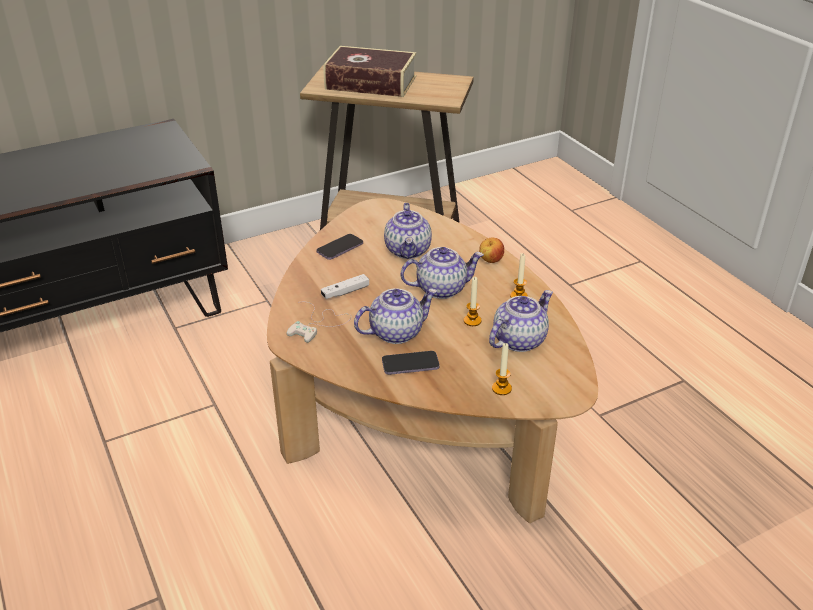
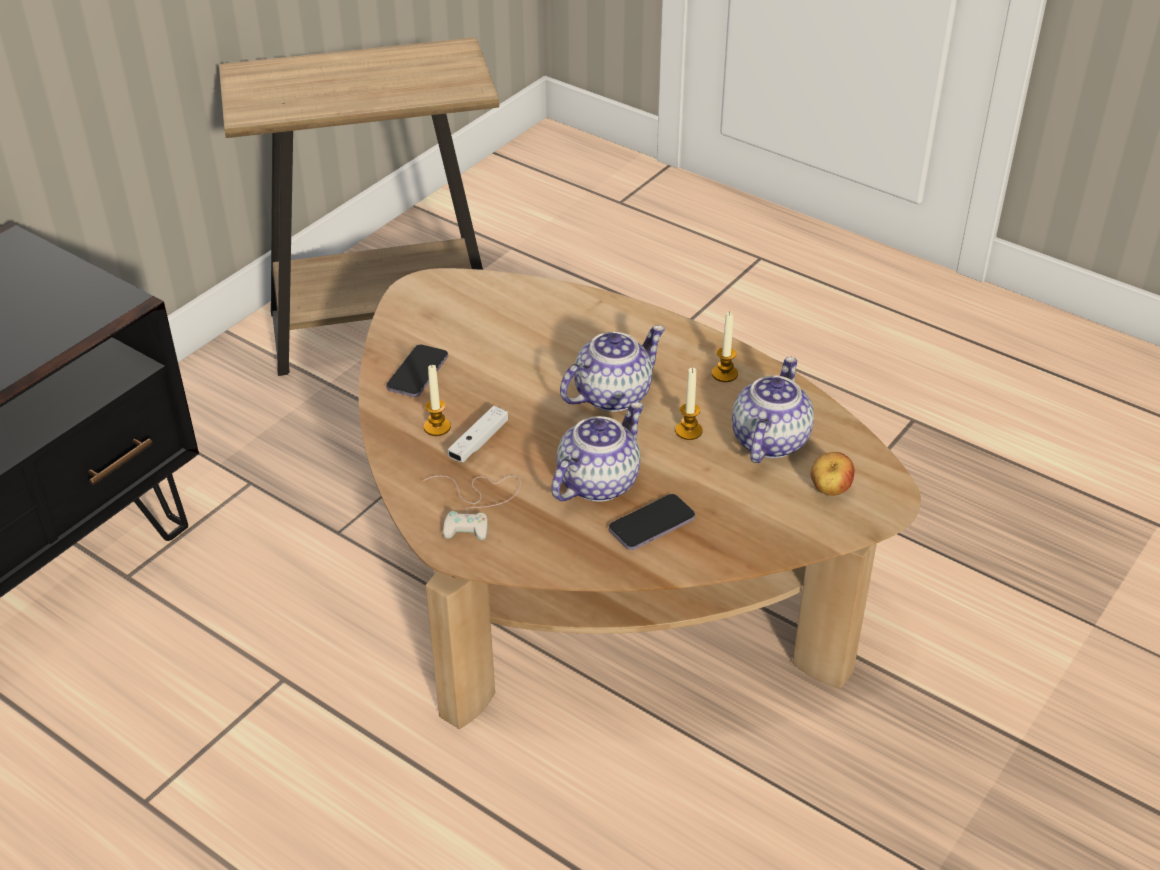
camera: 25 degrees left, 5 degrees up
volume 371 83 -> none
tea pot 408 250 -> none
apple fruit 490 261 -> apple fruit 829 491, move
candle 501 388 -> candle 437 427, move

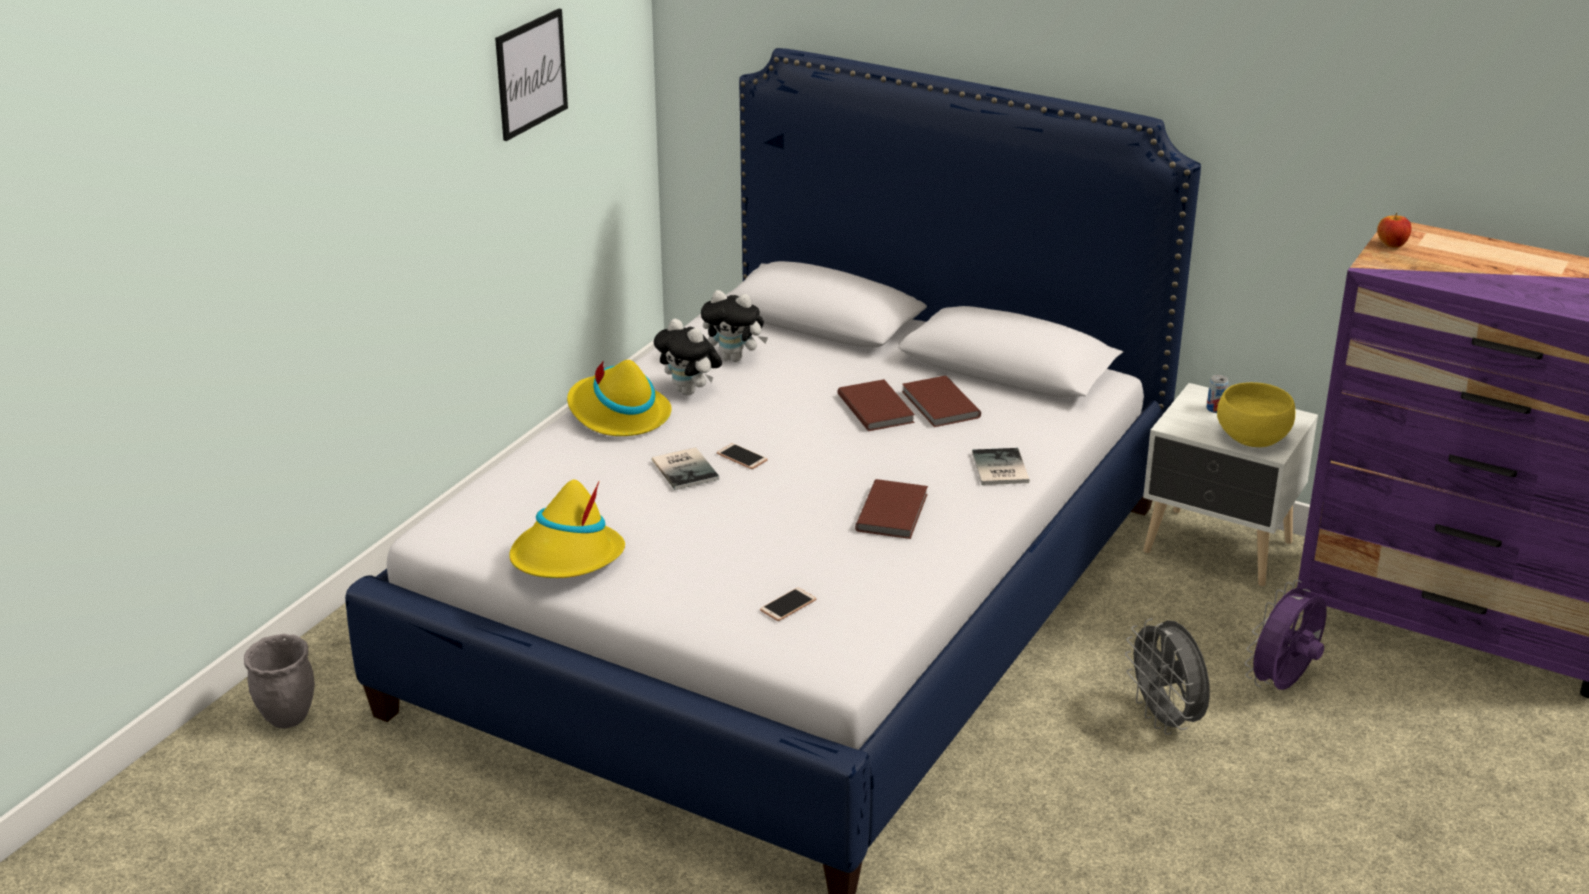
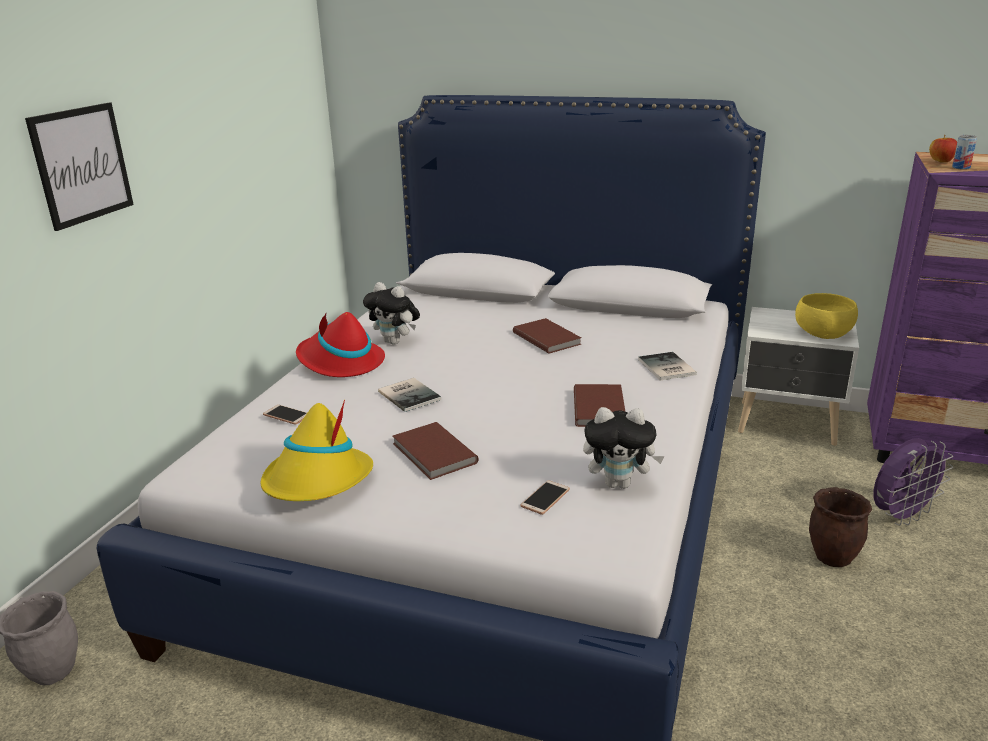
camera: 10 degrees left, 5 degrees down
picture 531 74 -> picture 82 164, move
cuddly toy 735 358 -> cuddly toy 619 483, move
wearable hat/yellow-coloured 617 414 -> wearable hat/red-coloured 340 362
volume/brown 939 405 -> volume/brown 433 454, move
metal can 1215 409 -> metal can 961 168, move
handset 742 457 -> handset 286 415, move
fan/purple-coloured 1283 685 -> fan/purple-coloured 900 516, 150 degrees counterclockwise
fan/grey 1166 720 -> flower pot/brown 833 558

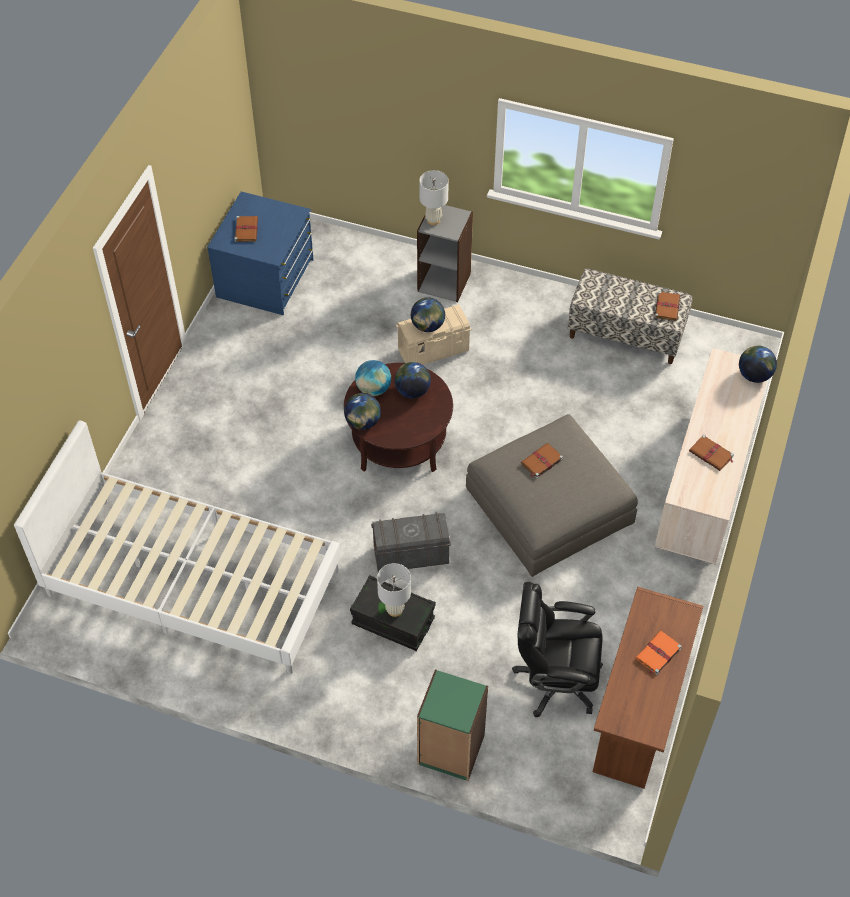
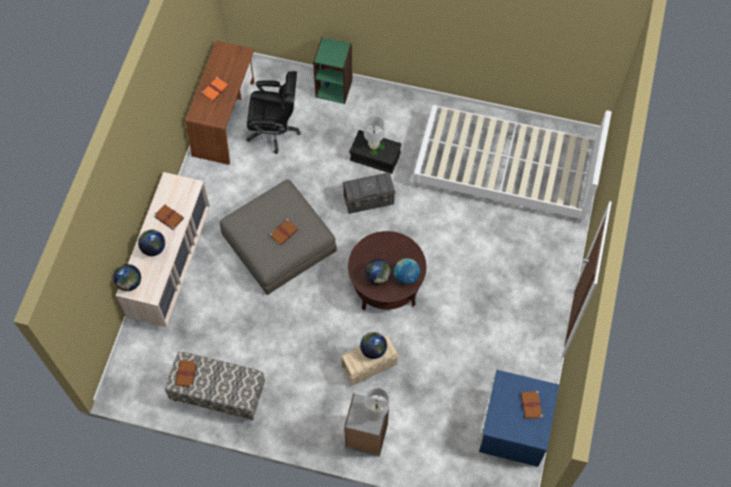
camera: 175 degrees right, 10 degrees up
globe 363 422 -> globe 154 248, move

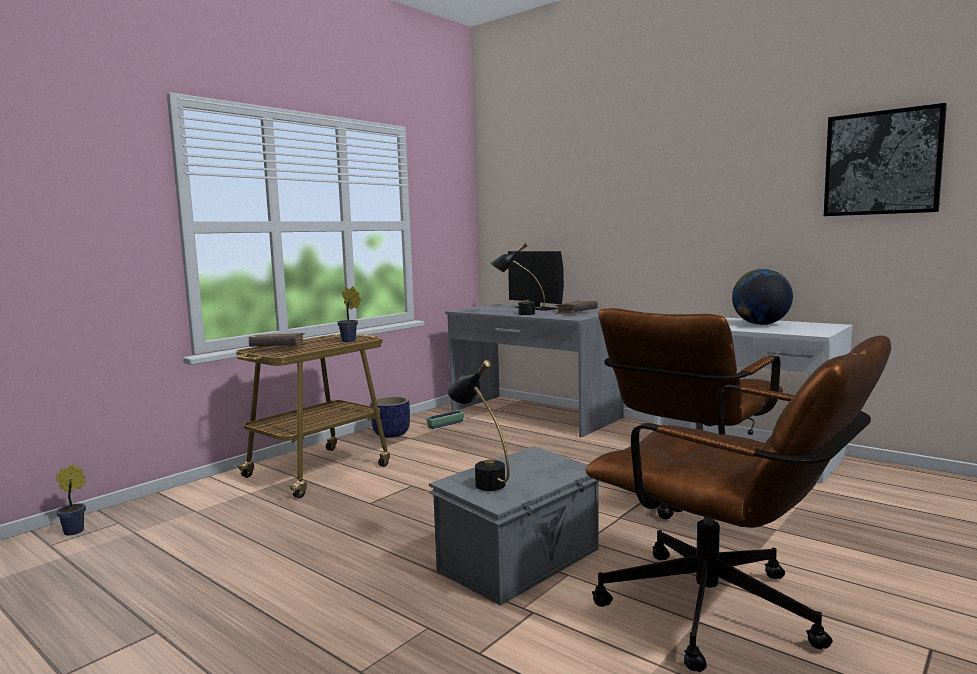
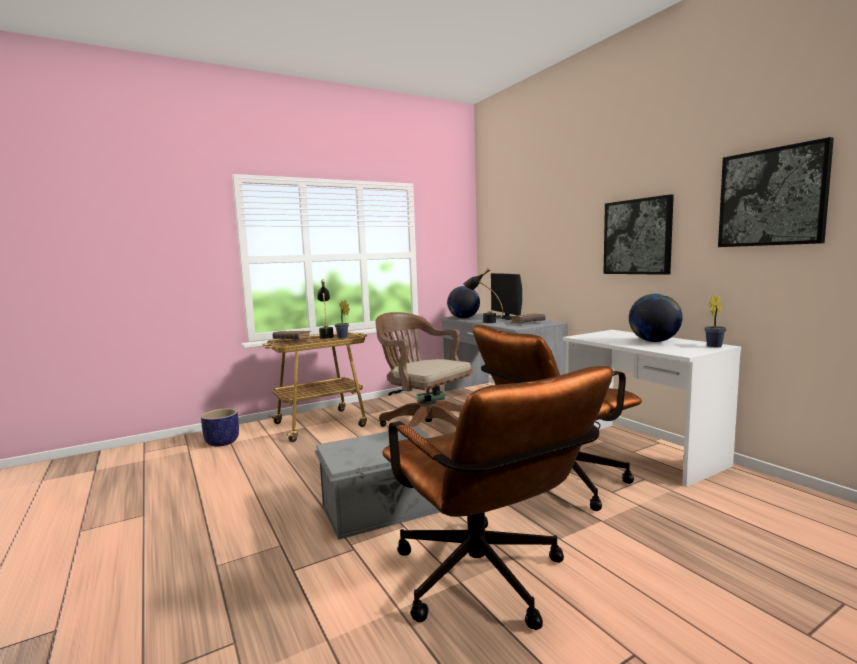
camera: 20 degrees right, 0 degrees up
lamp for a table/blackish 482 480 -> lamp for a table/blackish 326 336, move
flower pot 391 434 -> flower pot 222 442, move
plant in a pot 76 531 -> plant in a pot 715 346, move
none -> picture 637 237
none -> globe 463 318
none -> office chair/brown 424 427

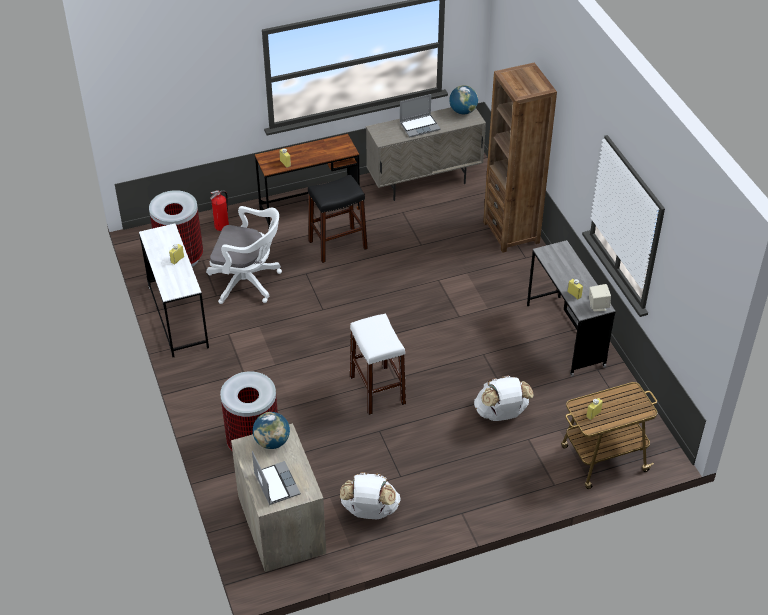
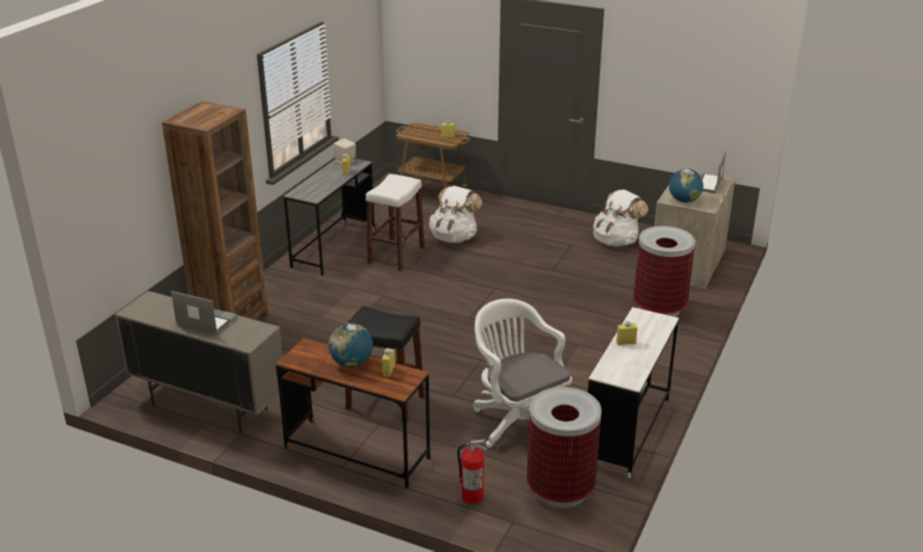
camera: 135 degrees left, 15 degrees down
globe 463 111 -> globe 352 363, move
sitting stool/whitish 377 390 -> sitting stool/whitish 396 255, move

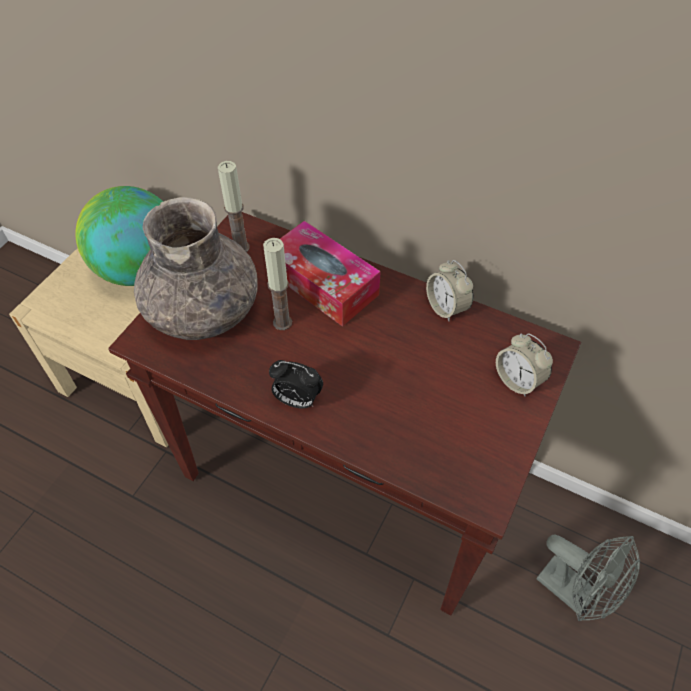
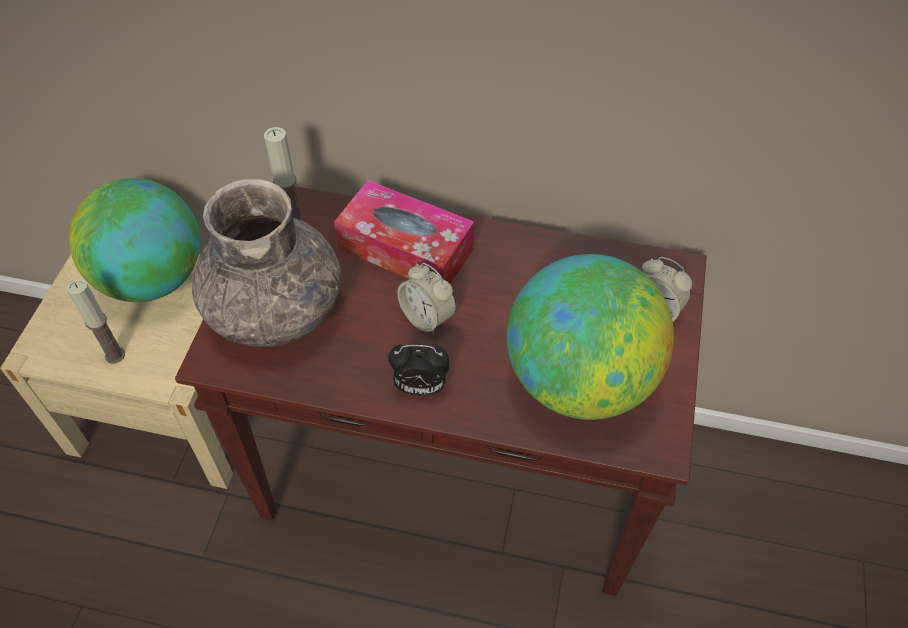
camera: 15 degrees left, 0 degrees up
candle 282 322 -> candle 115 355, move
bedside clock 446 307 -> bedside clock 427 317, move
fan/grey 574 592 -> none
none -> globe 580 379

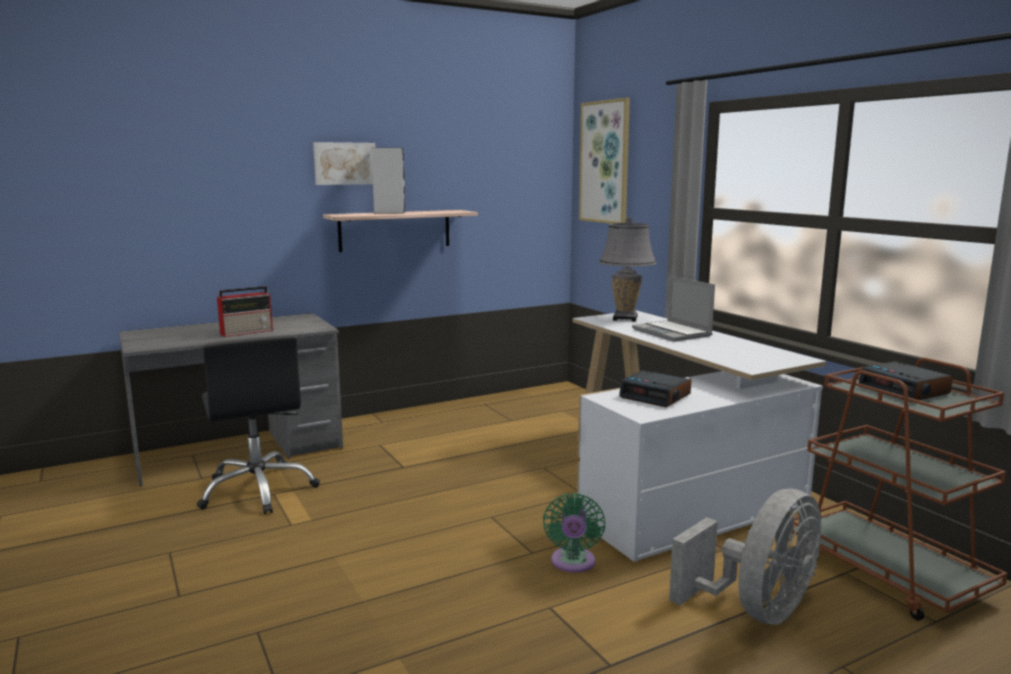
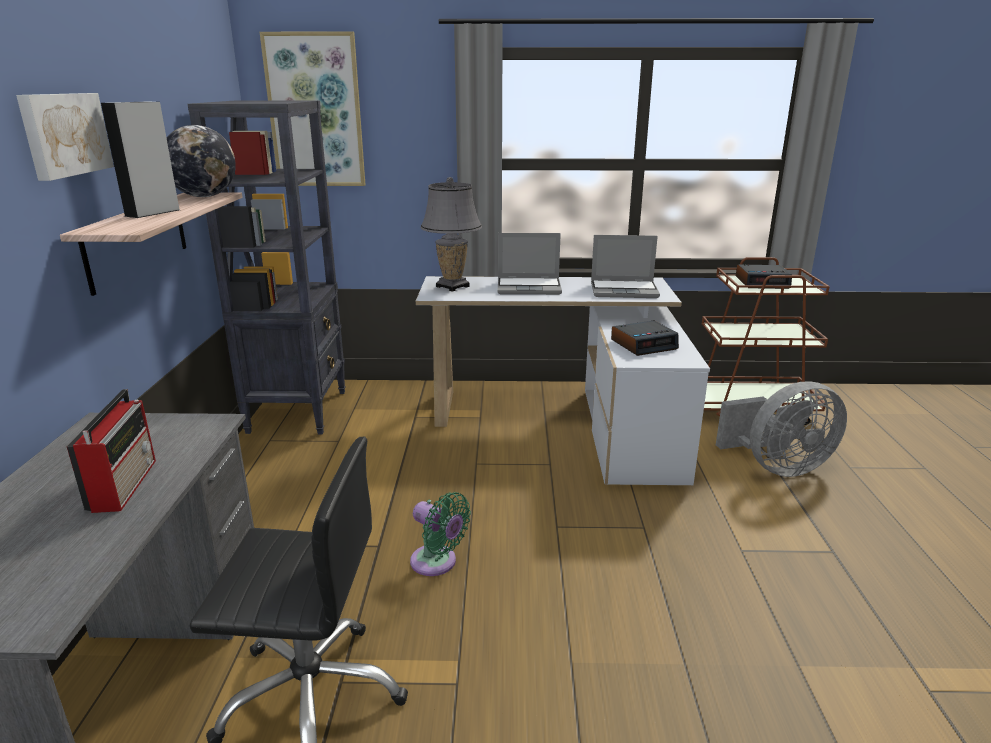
camera: 60 degrees left, 10 degrees up
fan/grey 756 610 -> fan/grey 778 467, 90 degrees clockwise
fan/green-coloured 573 563 -> fan/green-coloured 437 563, move
none -> bookshelf/blackish 298 411
none -> globe 204 196
none -> laptop 624 290

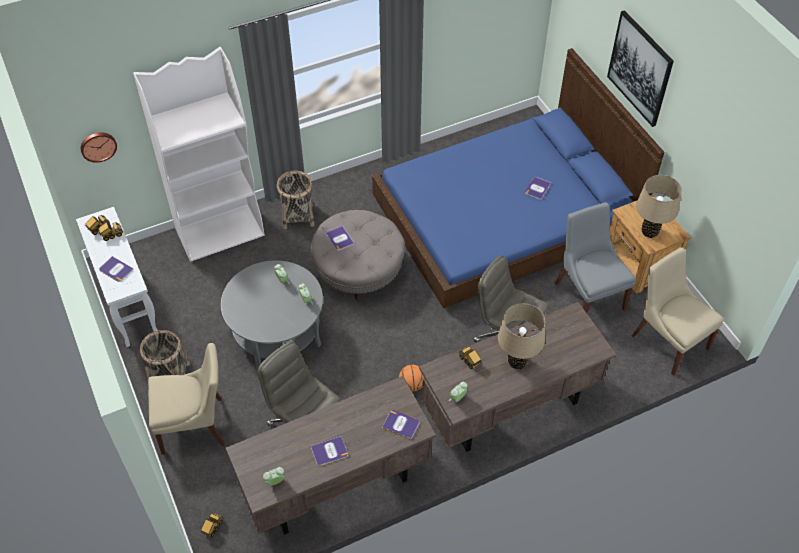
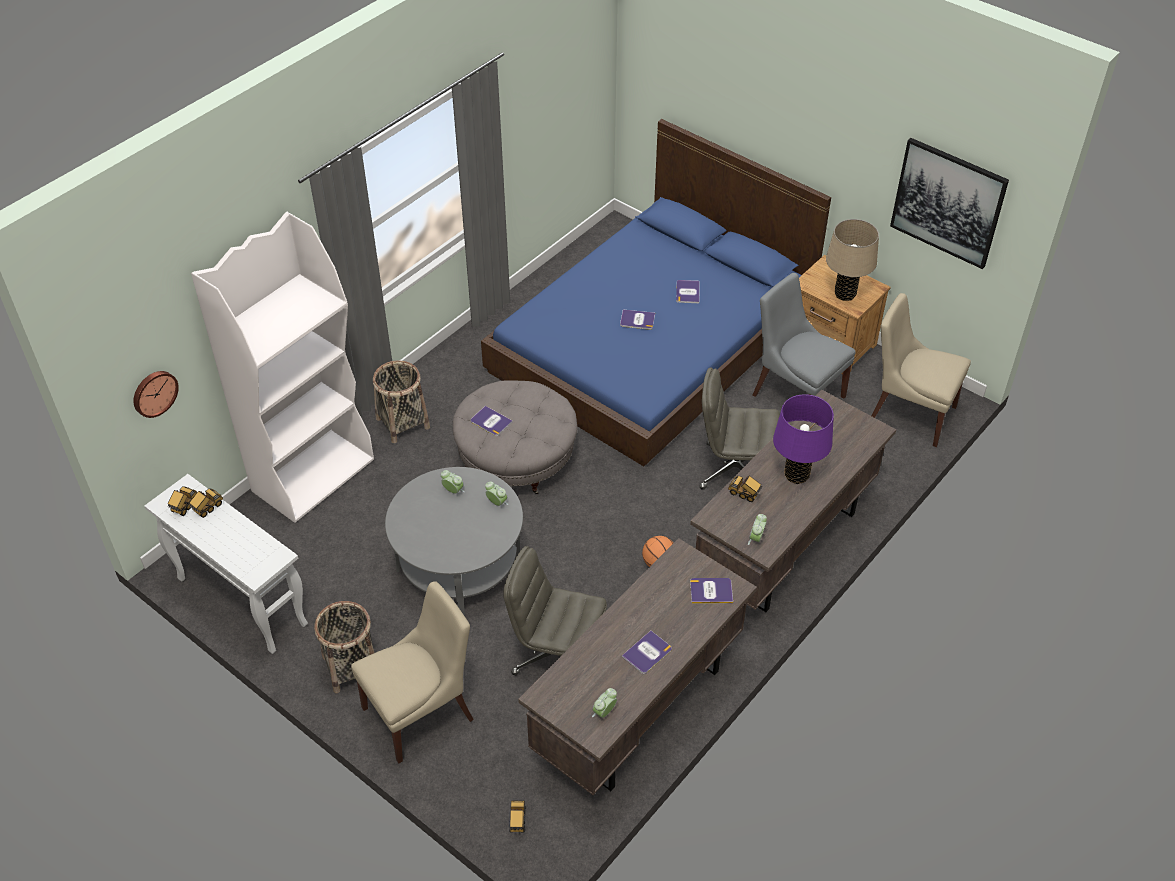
camera: 25 degrees left, 5 degrees down
picture 640 68 -> picture 948 202, move
volume 116 269 -> volume 637 320, move
lamp for a table/beige-coloured 517 361 -> lamp for a table/purple-coloured 796 475

